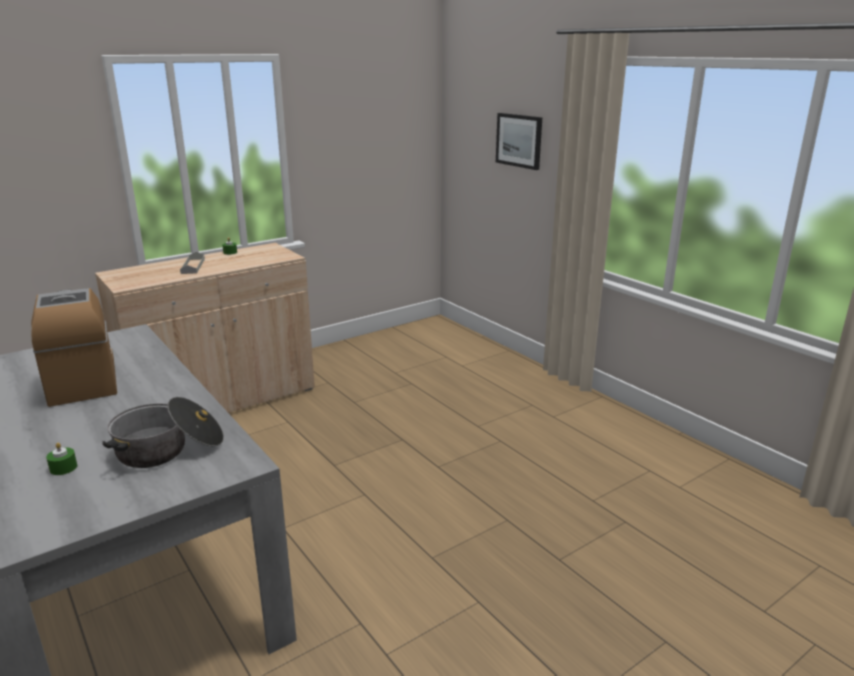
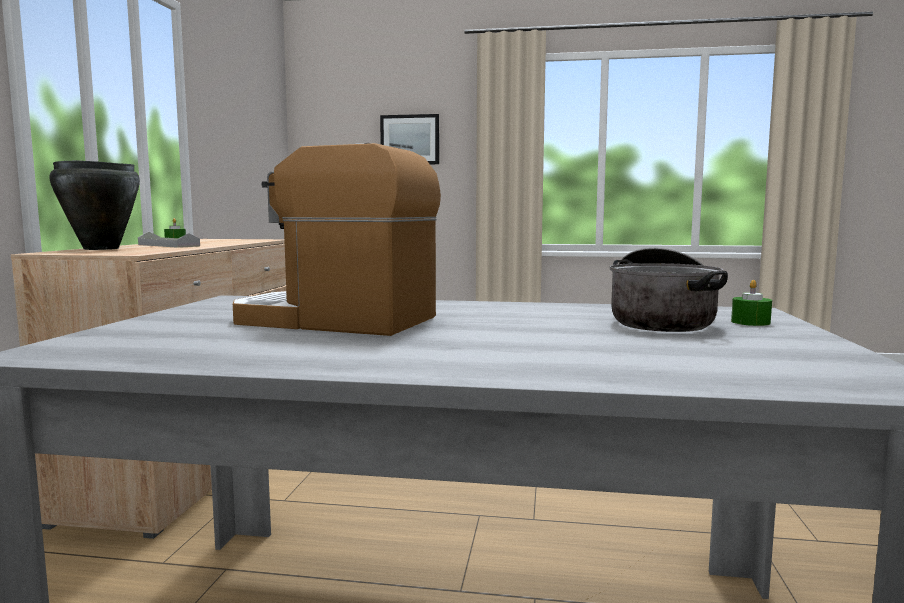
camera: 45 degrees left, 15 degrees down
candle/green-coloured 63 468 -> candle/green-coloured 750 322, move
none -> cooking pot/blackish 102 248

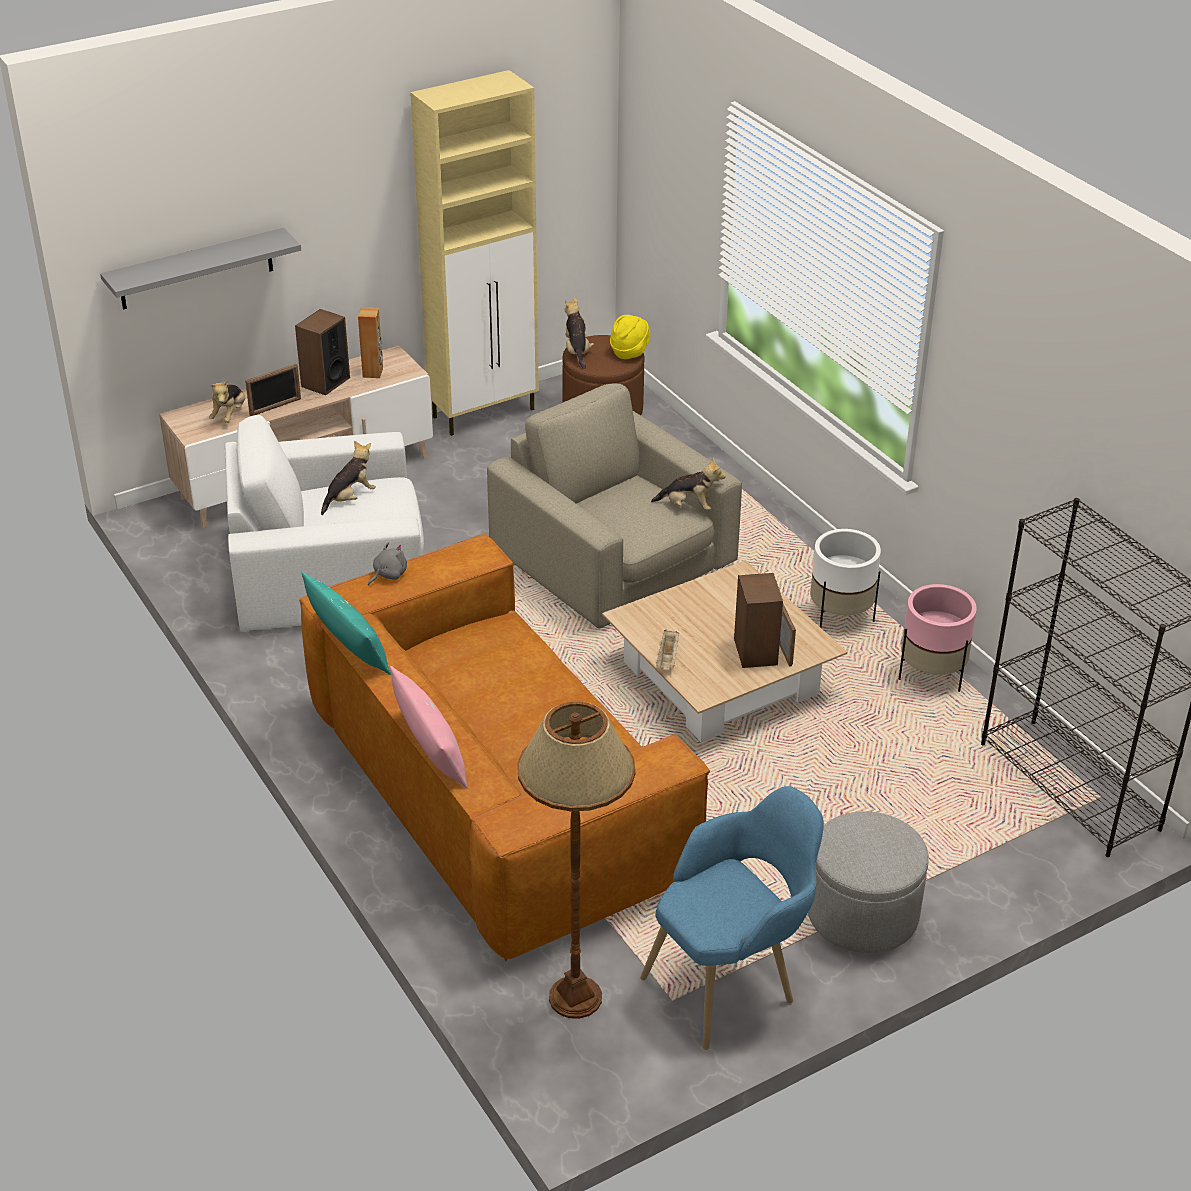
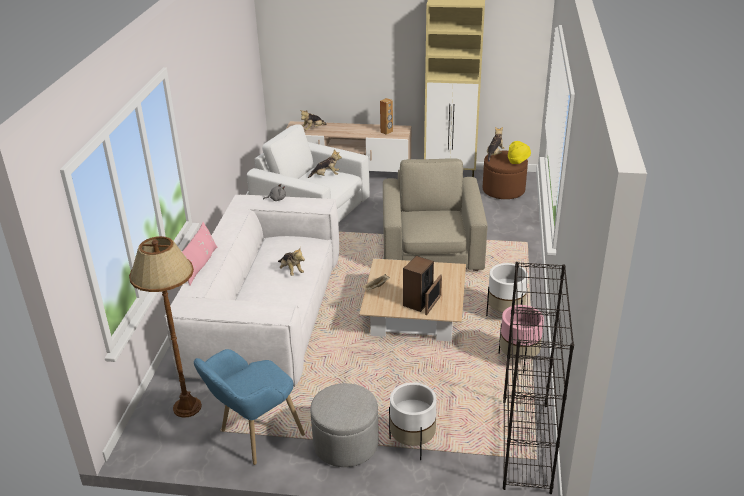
camera: 40 degrees right, 5 degrees down
shelf/grey 196 269 -> none
speaker 325 382 -> none
standing frame 275 407 -> none
cuddly toy 689 506 -> cuddly toy 291 271, move
sofa/brown 496 789 -> sofa/whitish 266 313
cushion/blue-green 348 644 -> none
armchair/blue 732 981 -> armchair/blue 253 438, 135 degrees clockwise
none -> flower pot/whitish 412 443

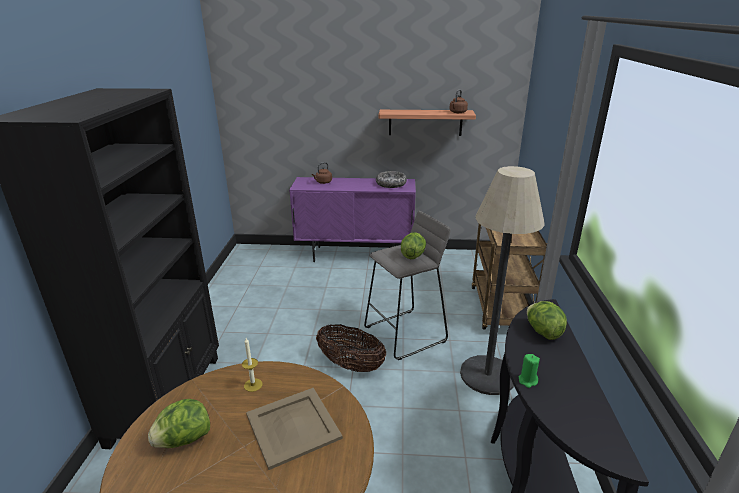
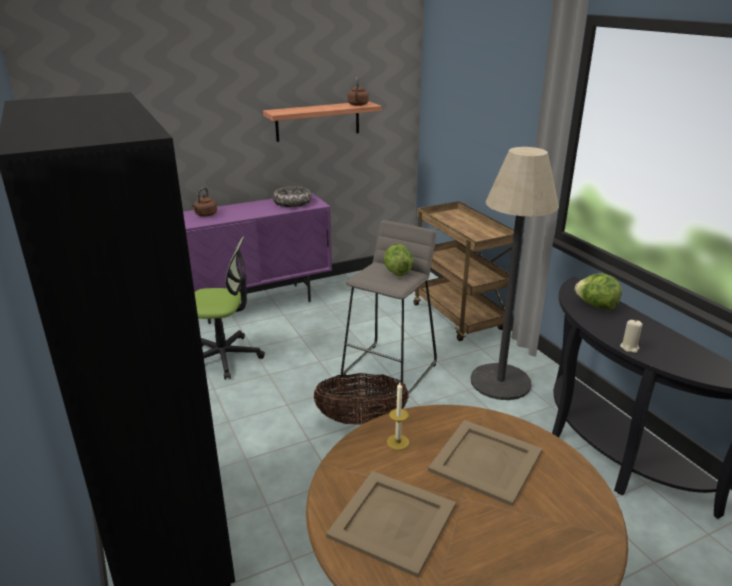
camera: 30 degrees left, 0 degrees up
candle/green-coloured 527 381 -> candle/beige-coloured 629 347
head of lettuce 184 440 -> serving tray/beige-coloured 394 520
none -> office chair 225 357

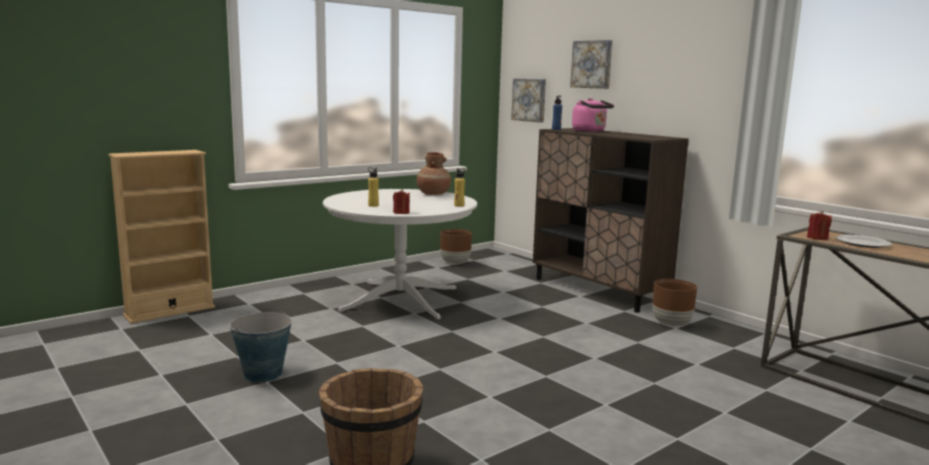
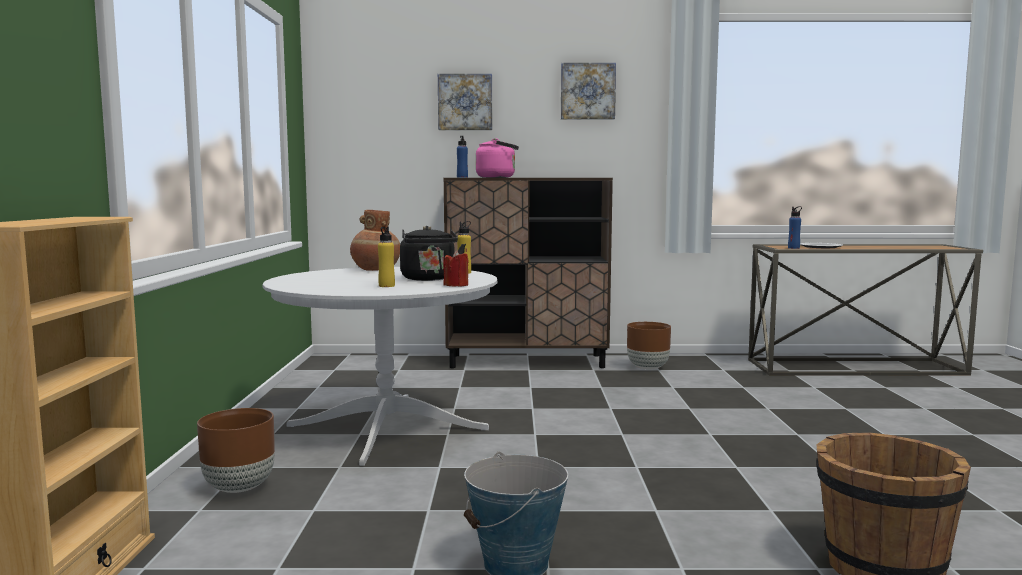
camera: 50 degrees left, 5 degrees down
picture 530 100 -> picture 587 91, move
candle/red-coloured 817 238 -> drink bottle/blue 793 248
flower pot/brown 455 263 -> flower pot/brown 240 487, move
none -> water kettle/blackish 429 279

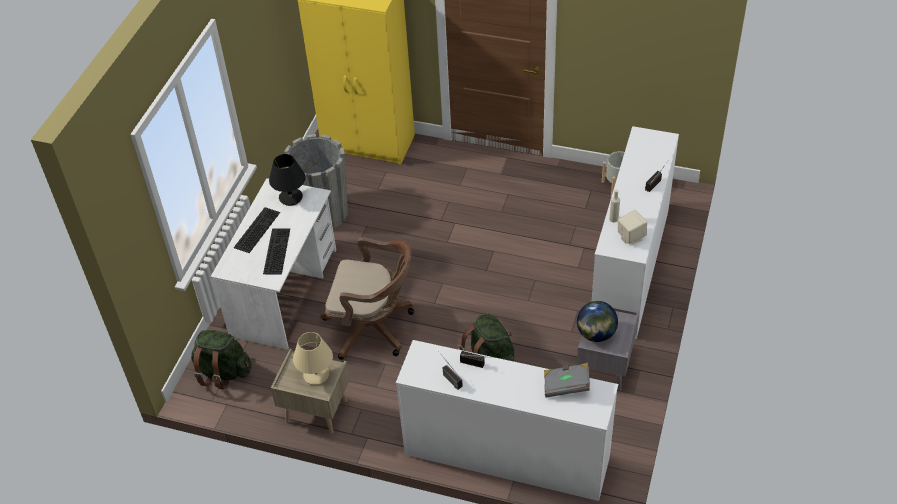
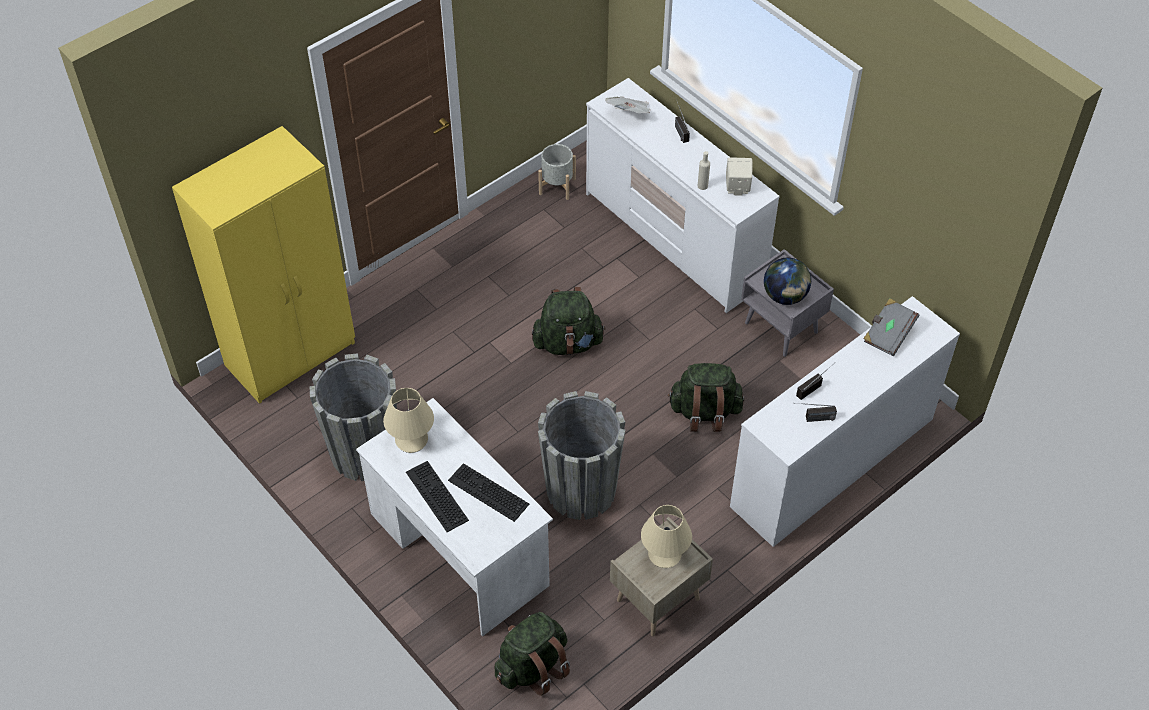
camera: 60 degrees left, 5 degrees up
lamp for a table/blackish 291 197 -> lamp for a table/beige-coloured 411 439
office chair/brown 373 328 -> flower pot/grey 581 490
none -> newspaper 629 114
none -> backpack/green-coloured 568 343

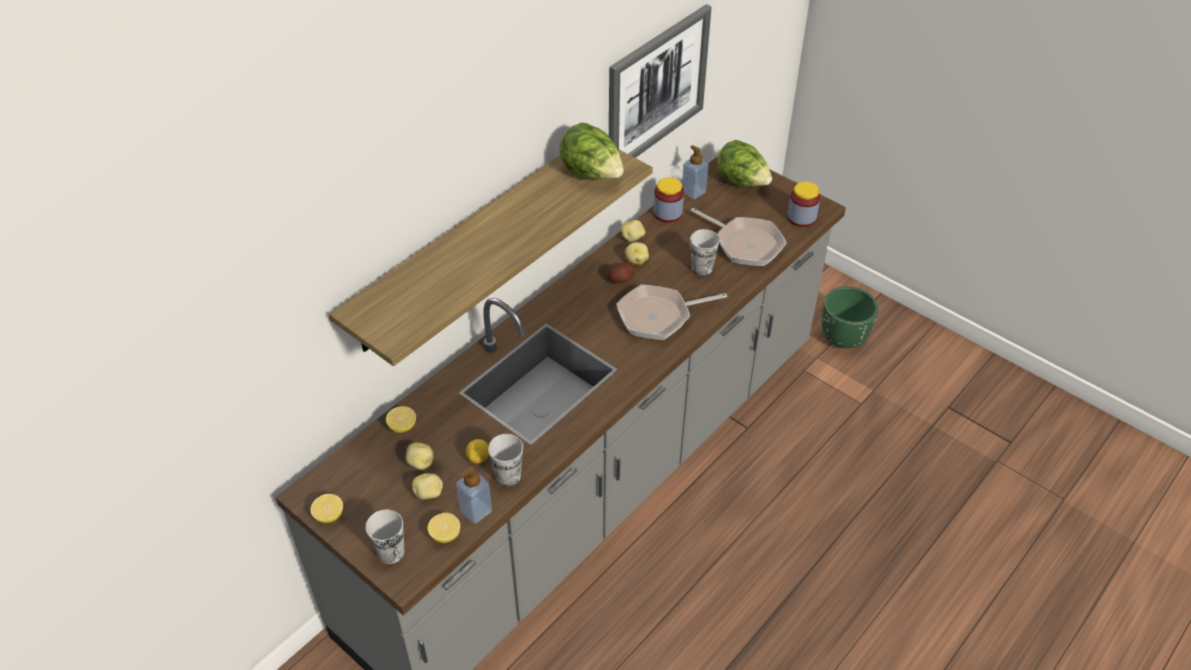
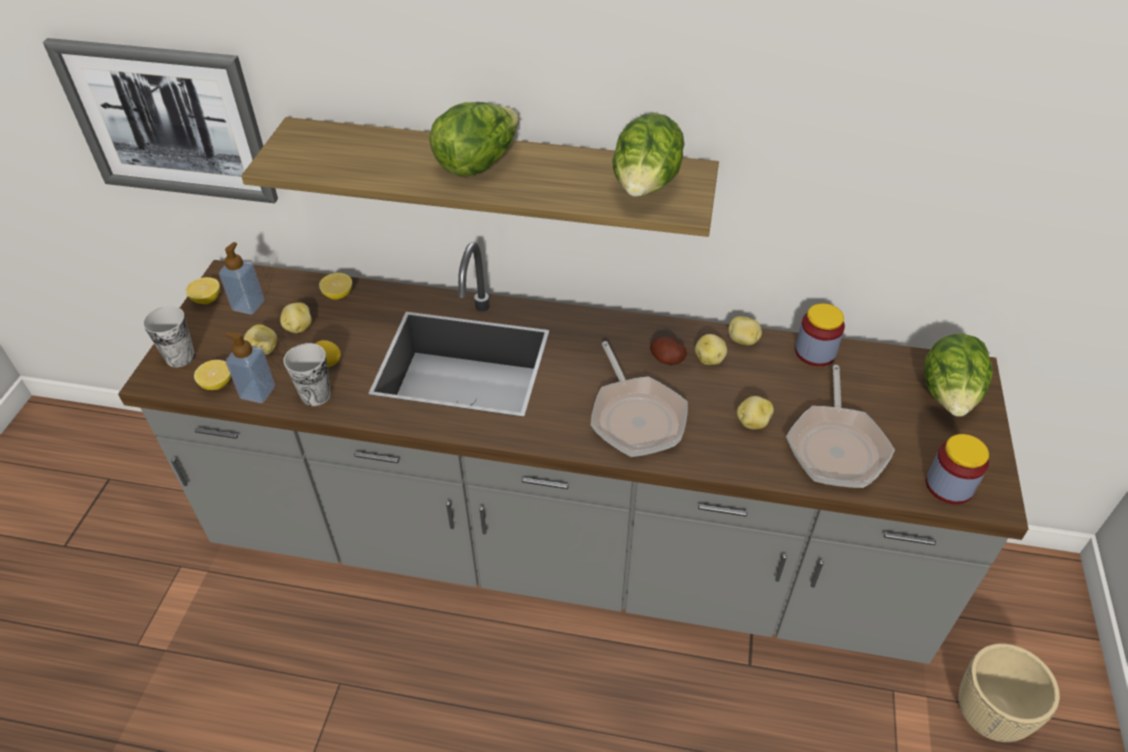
camera: 60 degrees right, 0 degrees up
picture 656 88 -> picture 168 122, move
soap bottle 693 192 -> soap bottle 248 305, move
small cup 702 268 -> whole potato 752 422
frying pan 659 316 -> frying pan 635 416, 150 degrees counterclockwise
flower pot/green-coloured 843 338 -> flower pot/beige-coloured 989 715
none -> head of lettuce 478 164

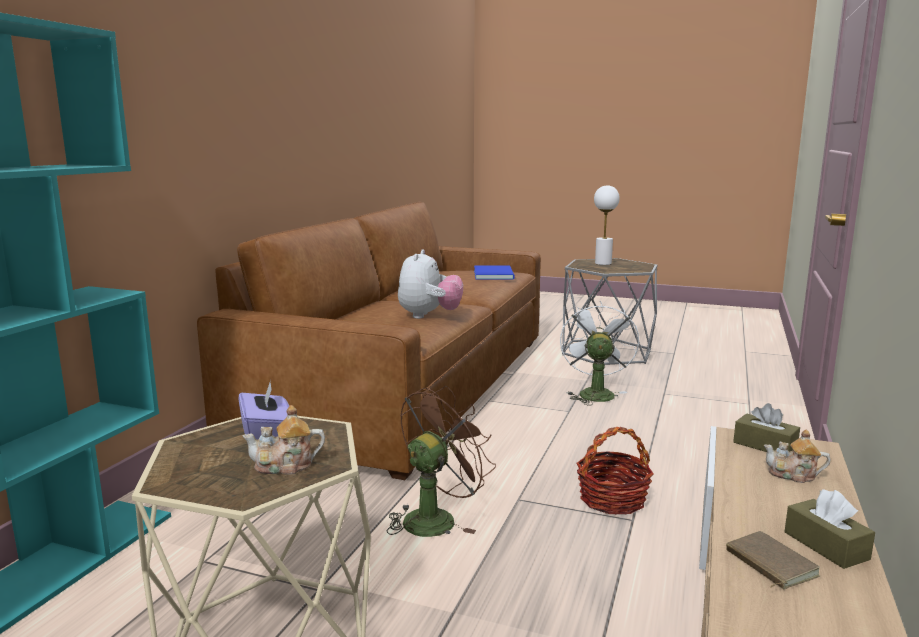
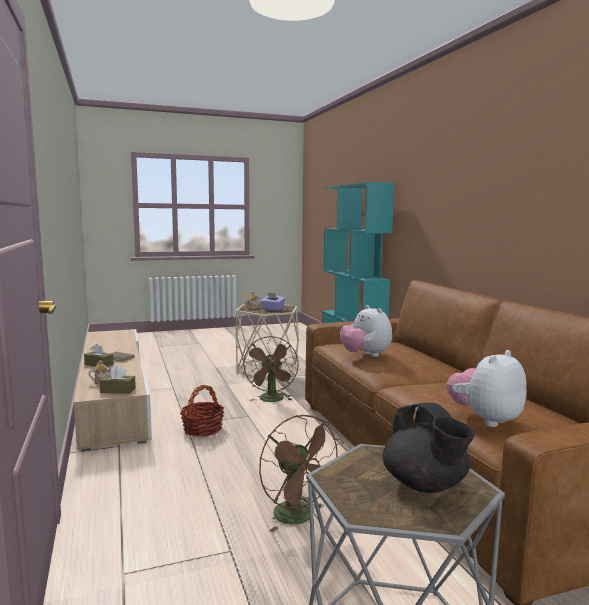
camera: 140 degrees right, 5 degrees down
lamp for a table/whitish 603 263 -> tea pot/blackish 425 485
volume/blue 494 274 -> cuddly toy 485 419
fan/whitish 594 393 -> fan/brown 300 518

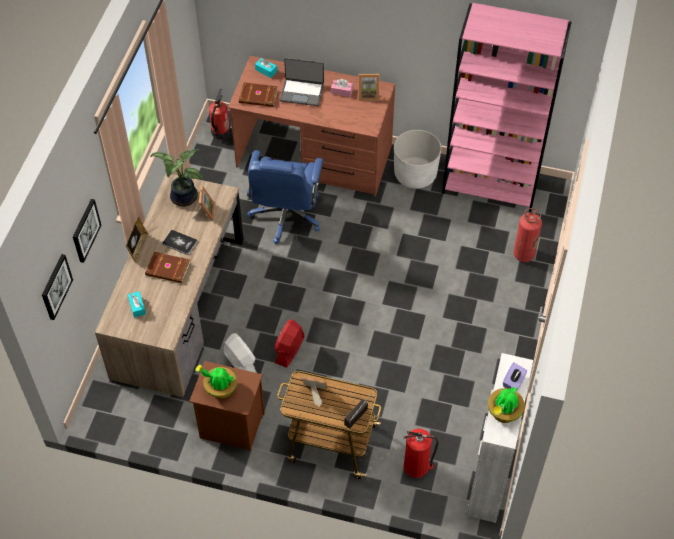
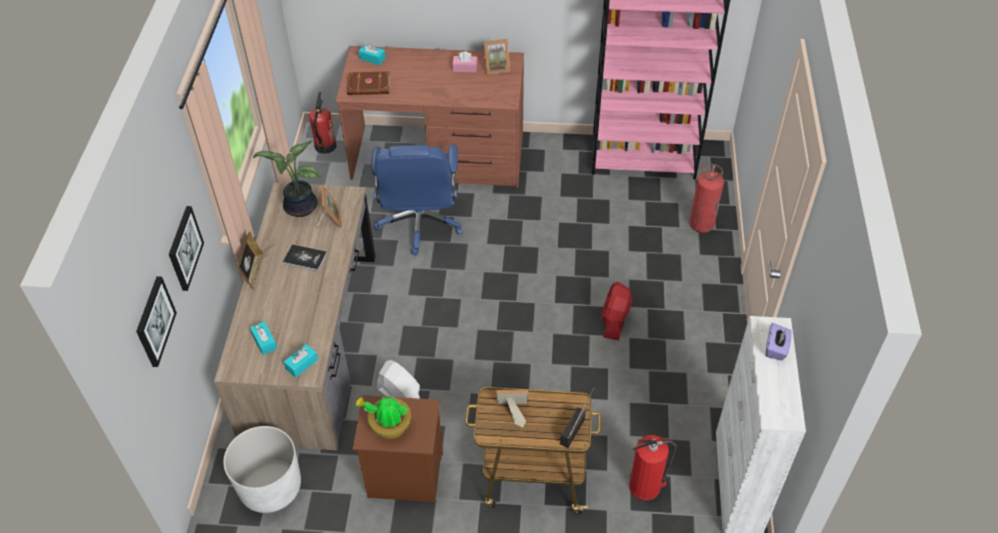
camera: 10 degrees left, 5 degrees down
laptop 302 92 -> none
flower pot/whitish 415 174 -> flower pot/whitish 270 487, move
volume/brown 168 269 -> none
fan/red-coloured 289 350 -> fan/red-coloured 615 321, move
plant in a pot 503 413 -> none
none -> tissue box/blue-green 301 364

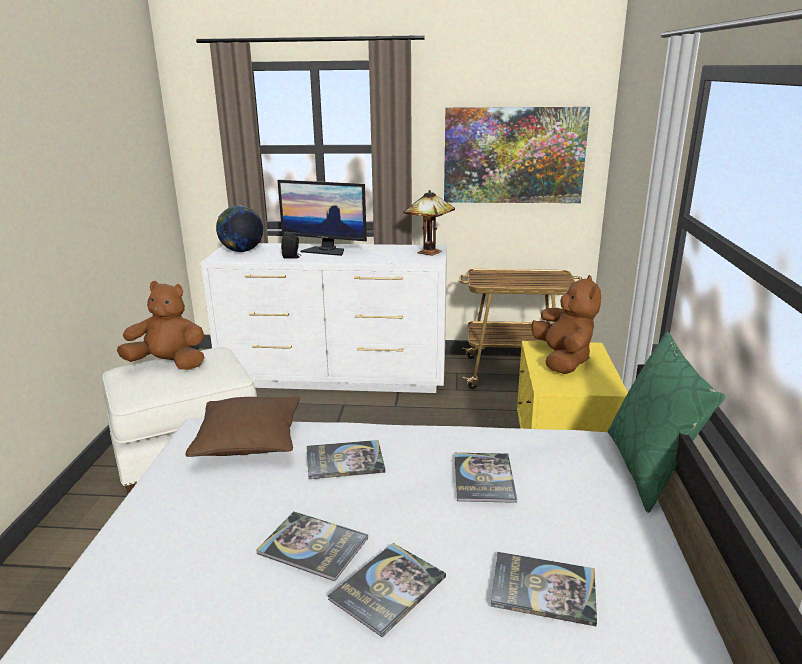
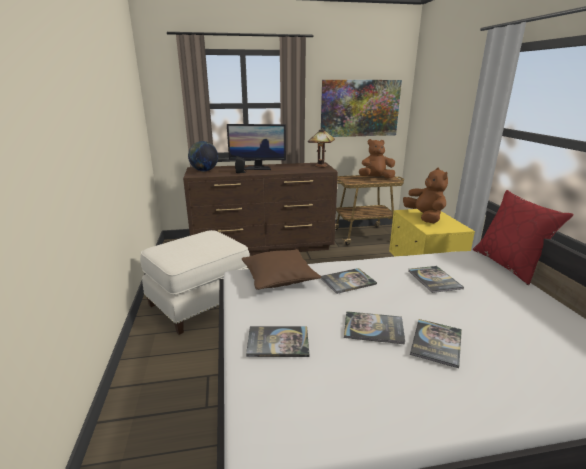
camera: 15 degrees left, 0 degrees up
drawer chest/whitish 336 376 -> drawer chest/brown 264 247
cuddly toy/brown 169 364 -> cuddly toy/brown 375 178, move
cushion/green-coloured 649 469 -> cushion/red-coloured 508 265
volume 543 589 -> volume 278 342, move

